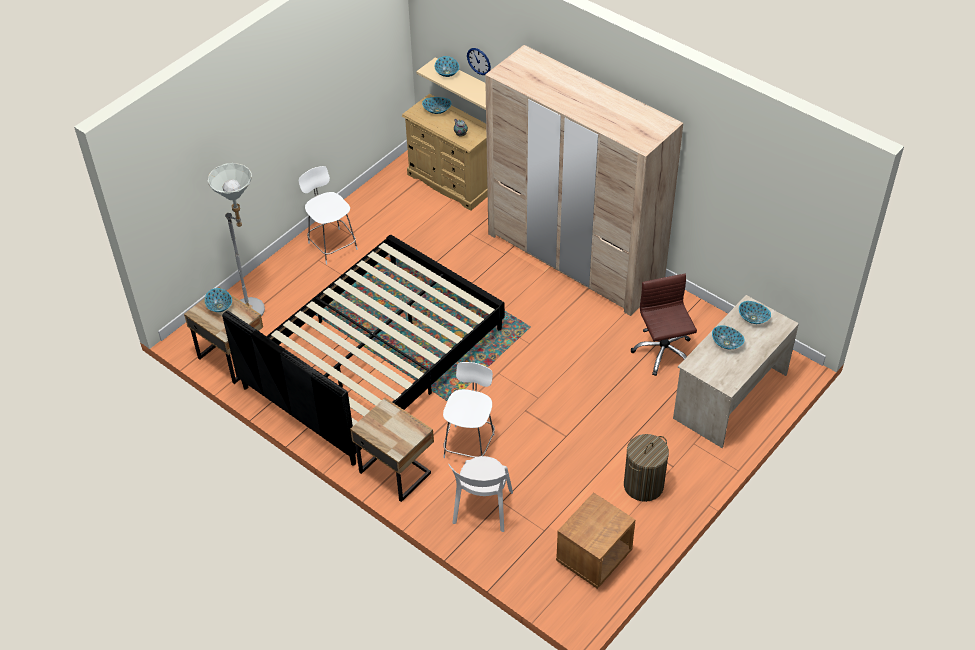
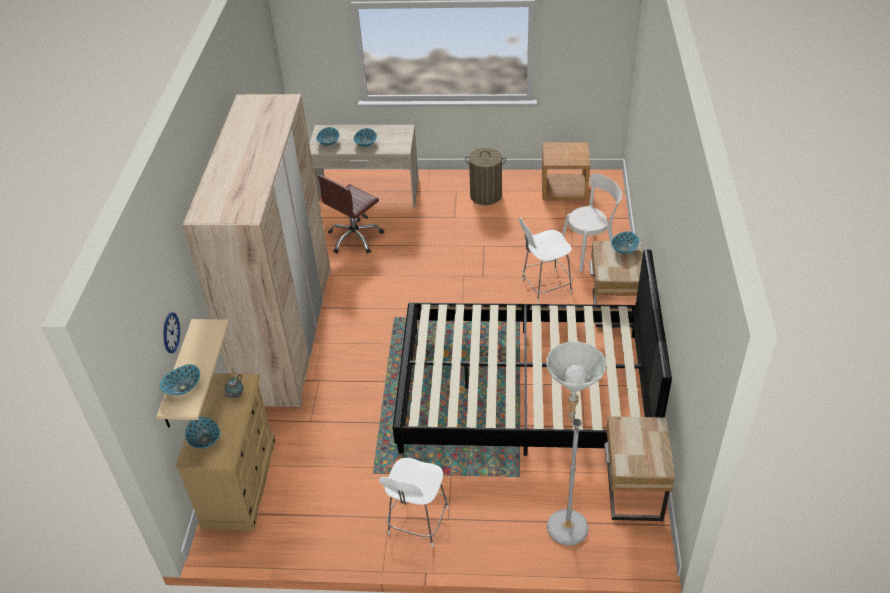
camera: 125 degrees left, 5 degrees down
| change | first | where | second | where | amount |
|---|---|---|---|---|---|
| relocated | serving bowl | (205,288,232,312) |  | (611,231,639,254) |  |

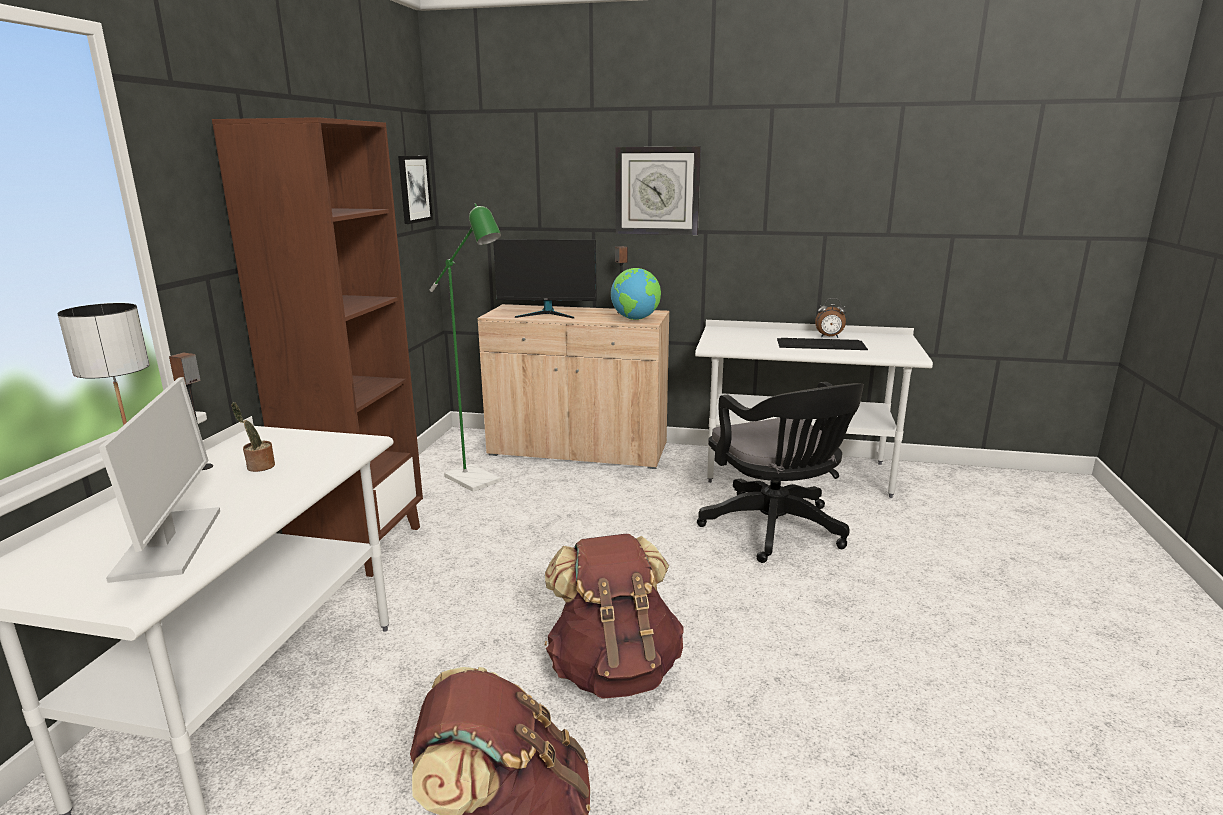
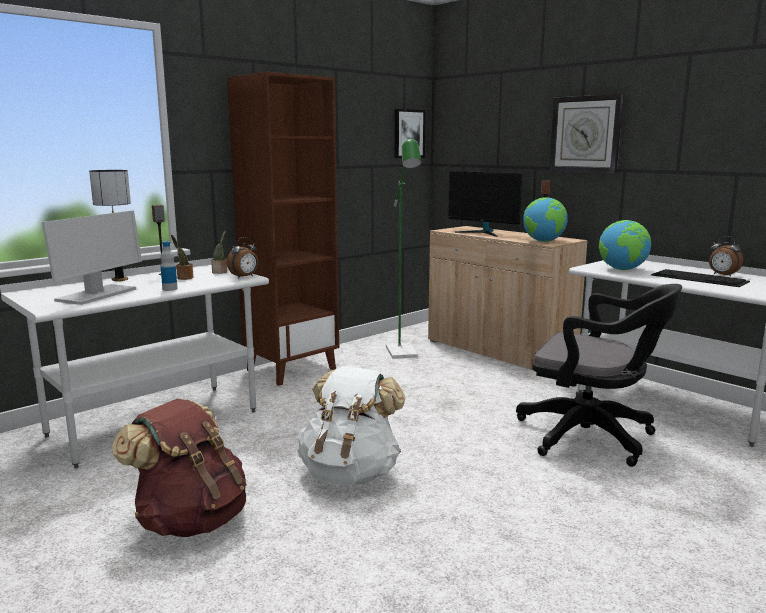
camera: 35 degrees right, 5 degrees down
| change | first | where | second | where | amount |
|---|---|---|---|---|---|
| appeared |  |  | bottle | (160,241,178,291) |  |
| appeared |  |  | plant in a pot | (211,231,227,274) |  |
| appeared |  |  | table clock | (227,237,258,278) |  |
| appeared |  |  | globe | (599,220,651,270) |  |
| colour | backpack in brown | (545,534,683,699) | backpack in white-coloured | (297,366,405,485) |  |
| spun | office chair in blackish | (697,382,864,563) |  | (516,284,682,467) | 75 degrees counterclockwise |

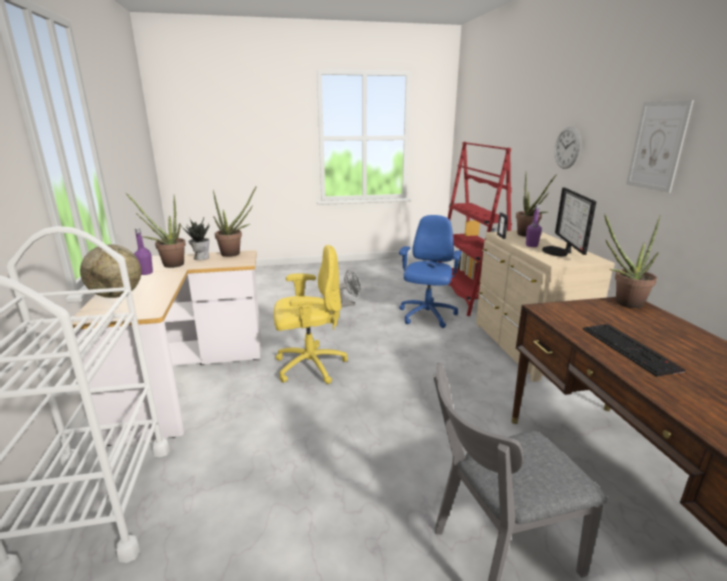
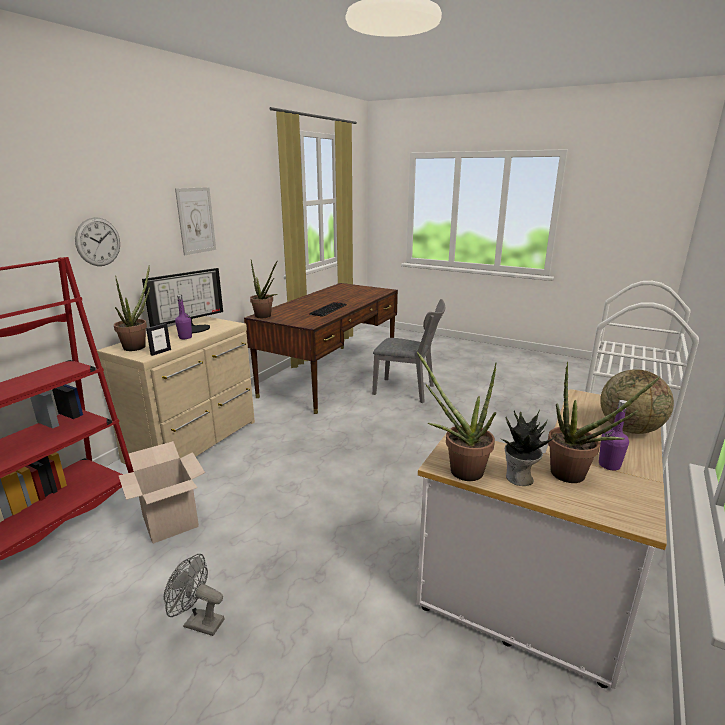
camera: 140 degrees left, 0 degrees up
| change | first | where | second | where | amount |
|---|---|---|---|---|---|
| missing | office chair in yellow | (274,245,348,384) |  |  |  |
| exchanged | office chair in bluish | (399,215,462,328) | packing box | (119,441,205,544) |  |

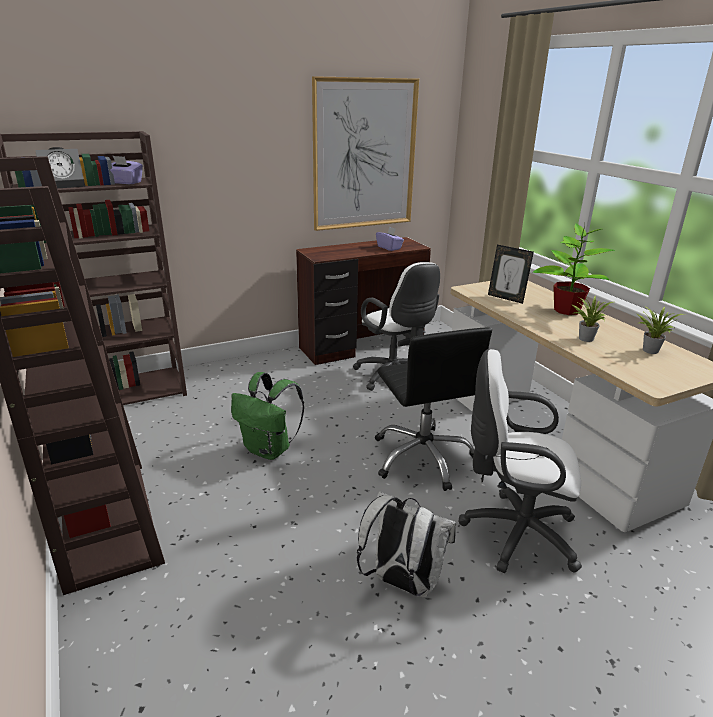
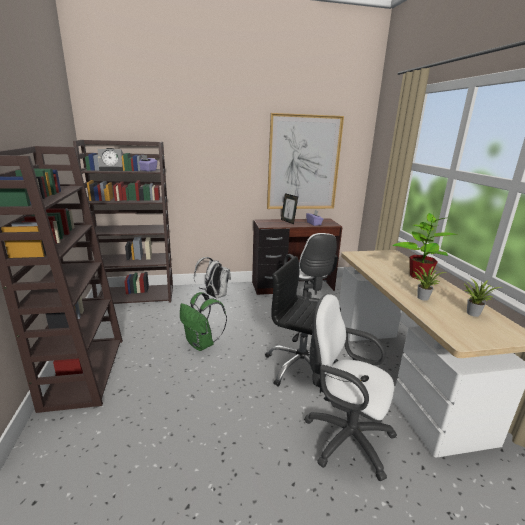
camera: 15 degrees right, 5 degrees down
| change | first | where | second | where | amount |
|---|---|---|---|---|---|
| relocated | backpack in white-coloured | (357,491,456,598) |  | (194,257,231,298) |  |
| relocated | standing frame | (488,245,534,304) |  | (281,193,298,224) |  |
| spun | office chair in blackish | (375,327,492,491) |  | (265,256,341,392) | 120 degrees clockwise |

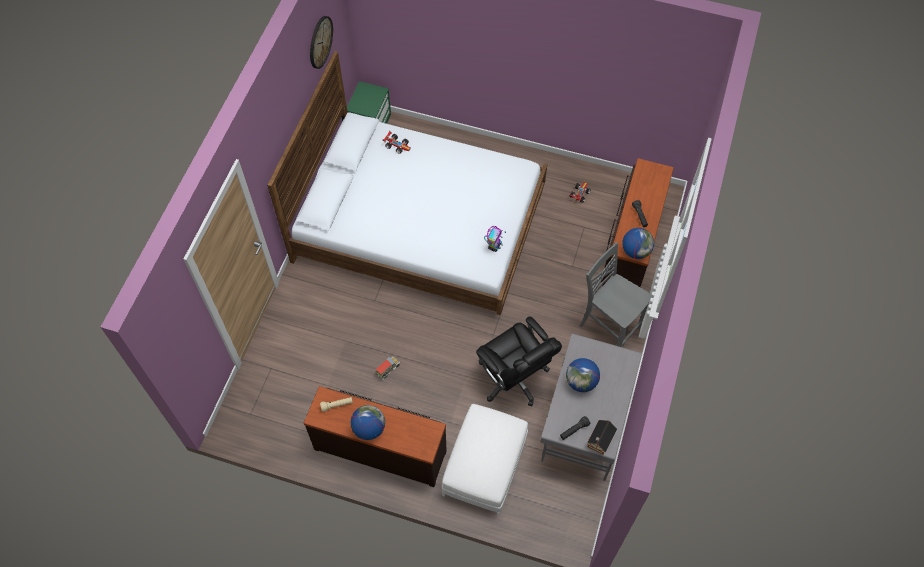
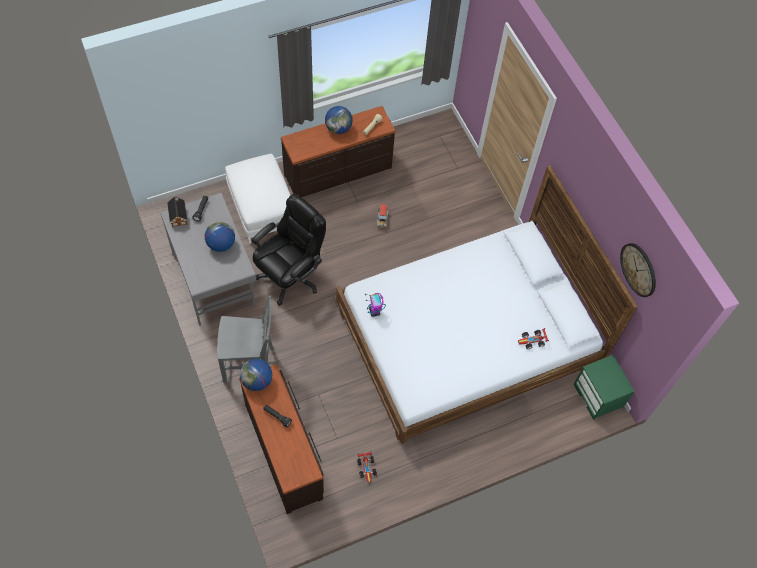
camera: 135 degrees right, 0 degrees up
| change | first | where | second | where | amount |
|---|---|---|---|---|---|
| spun | office chair in blackish | (476,317,562,406) |  | (252,193,326,306) | 120 degrees clockwise |

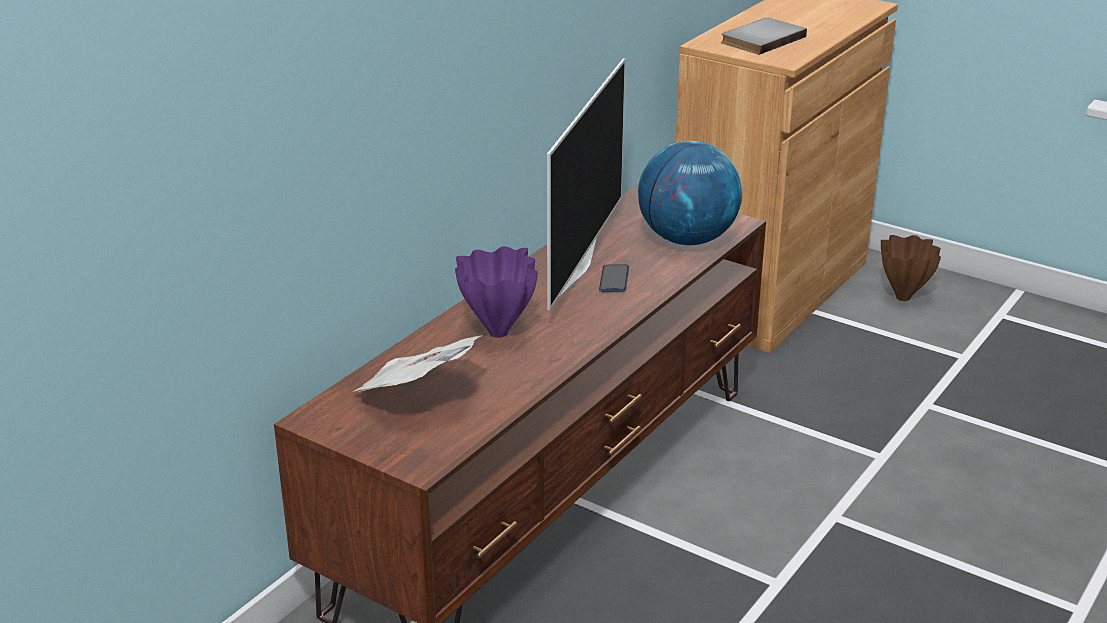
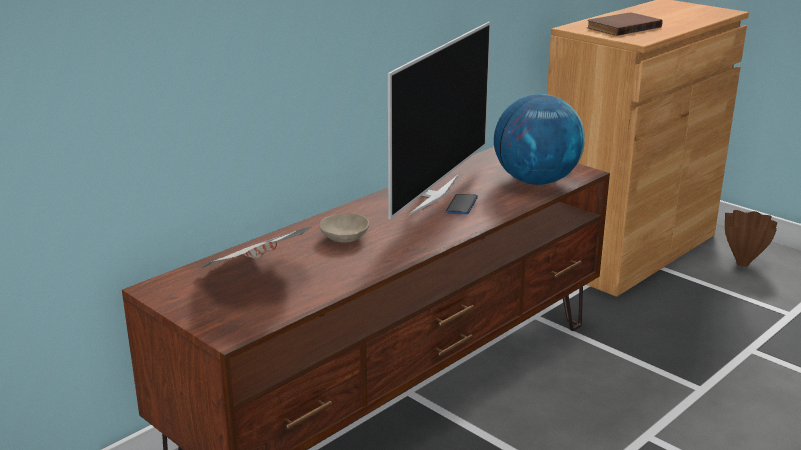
camera: 10 degrees right, 5 degrees down
| change | first | where | second | where | amount |
|---|---|---|---|---|---|
| exchanged | decorative vase in purplish | (455,246,538,338) | serving bowl in sand-coloured | (319,213,369,243) |  |
| colour | book in grey | (721,18,807,55) | book in brown | (587,13,662,36) |  |

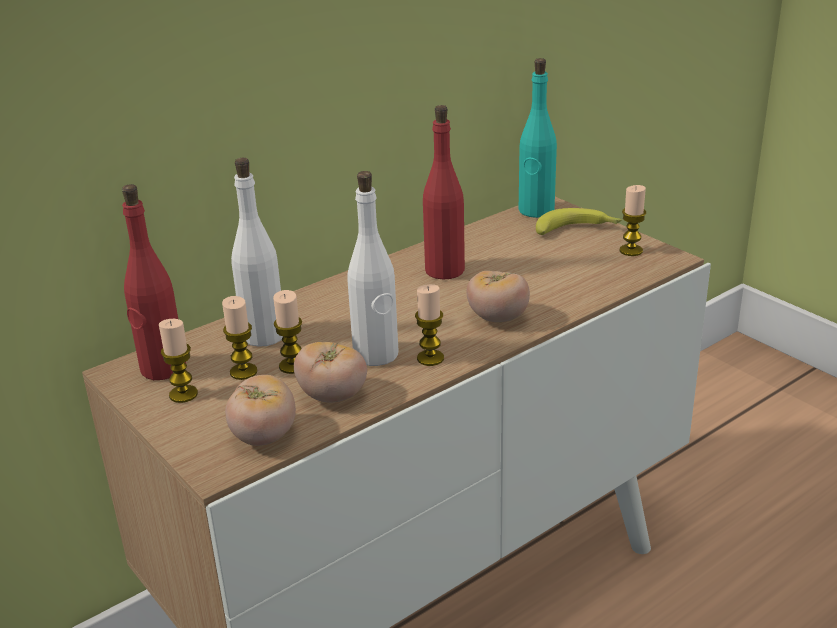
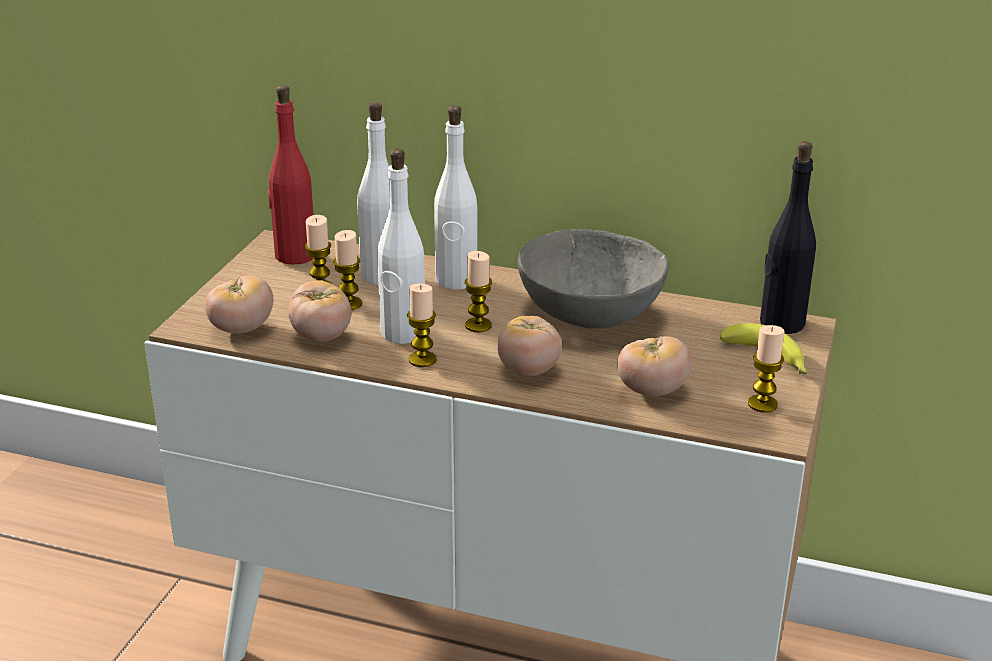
camera: 55 degrees right, 0 degrees up
| change | first | where | second | where | amount |
|---|---|---|---|---|---|
| appeared |  |  | bottle in white-coloured | (434,106,477,290) |  |
| appeared |  |  | tomato | (617,336,692,396) |  |
| relocated | wax light | (159,319,198,403) |  | (465,251,492,332) |  |
| exchanged | bottle in red-coloured | (423,105,465,280) | serving bowl in grey | (518,229,669,329) |  |
| colour | bottle in blue-green | (519,58,557,218) | bottle in blackish | (760,142,816,334) |  |

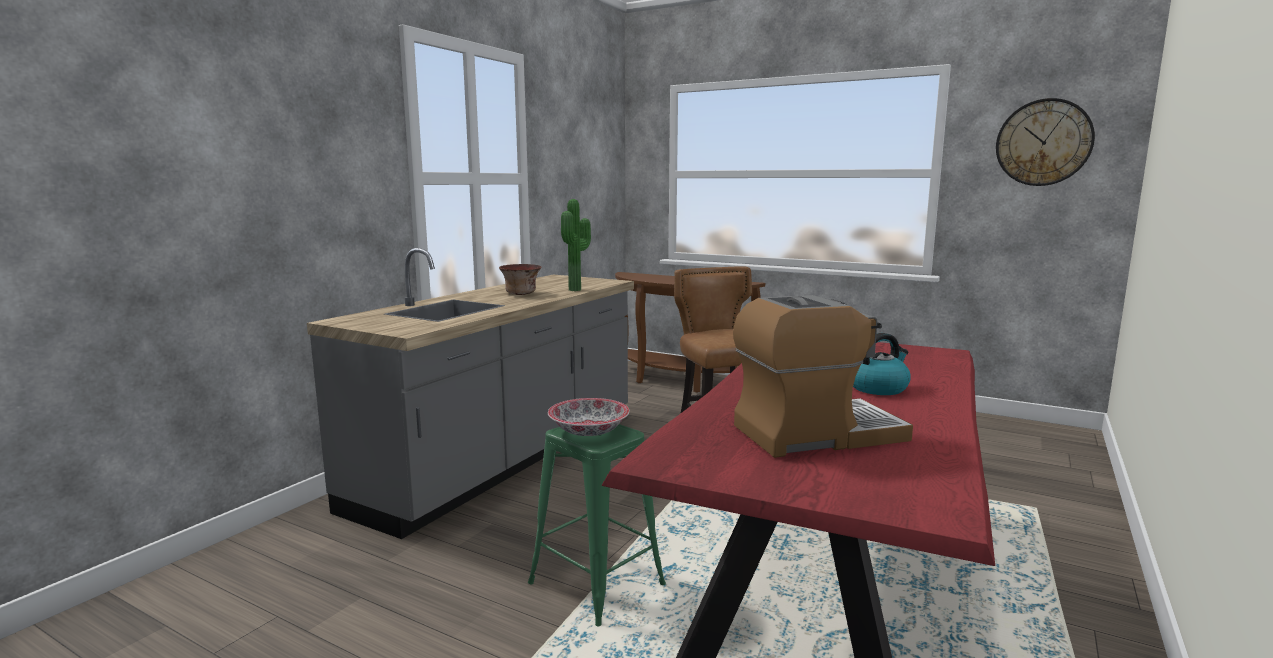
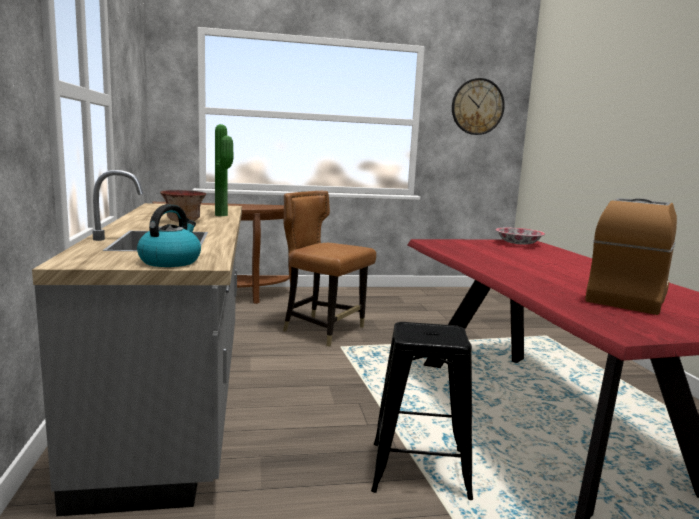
camera: 40 degrees left, 0 degrees up
| change | first | where | second | where | amount |
|---|---|---|---|---|---|
| relocated | serving bowl | (548,398,630,436) |  | (496,228,545,245) |  |
| relocated | water kettle | (853,333,911,395) |  | (137,204,201,267) |  |
| colour | sitting stool in green | (528,424,666,627) | sitting stool in blackish | (371,322,473,500) |  |

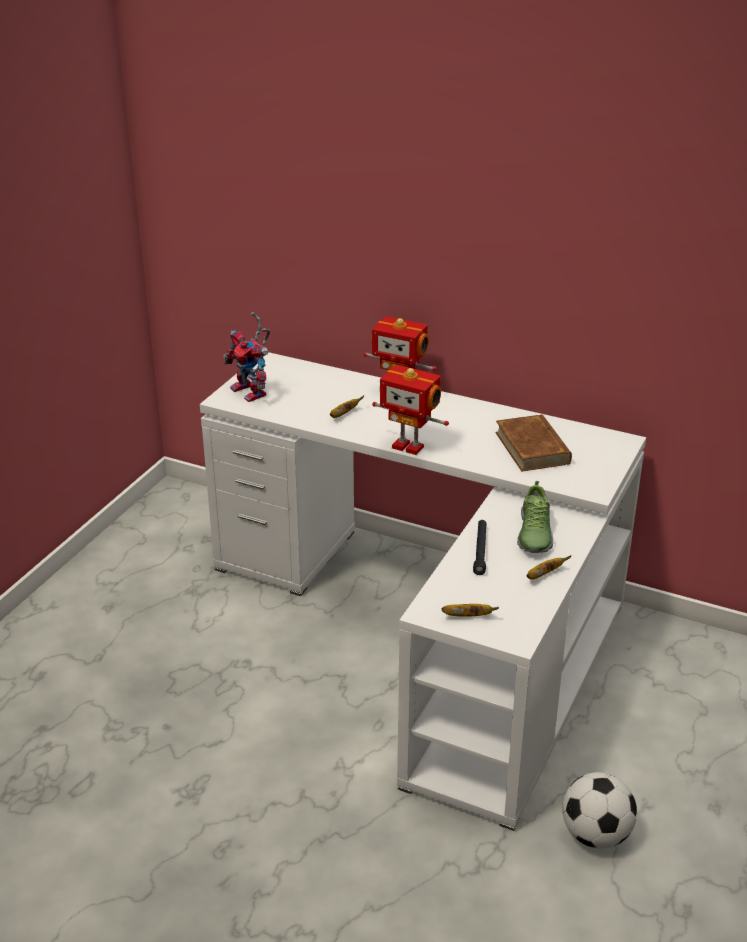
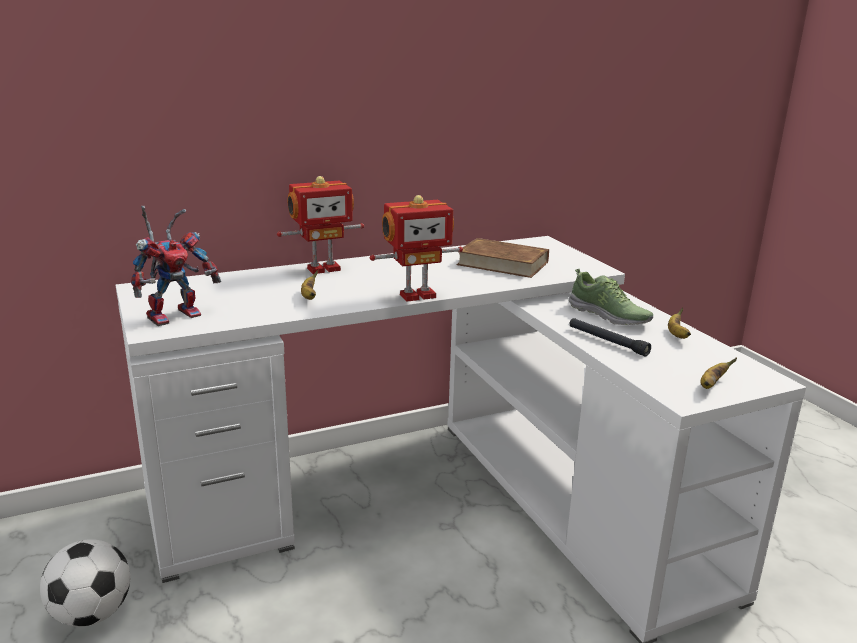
camera: 50 degrees left, 10 degrees down
| change | first | where | second | where | amount |
|---|---|---|---|---|---|
| relocated | football ball | (562,772,637,848) |  | (40,539,130,627) |  |
| spun | model robot | (223,312,270,402) |  | (131,206,221,326) | 45 degrees counterclockwise |

